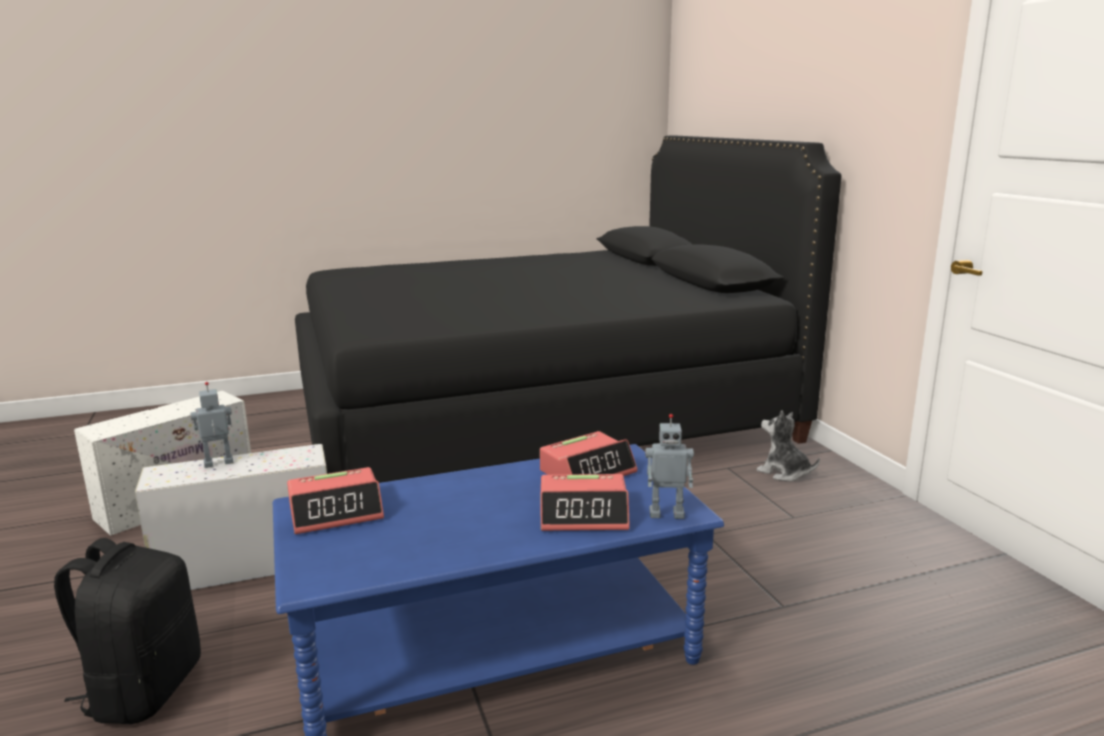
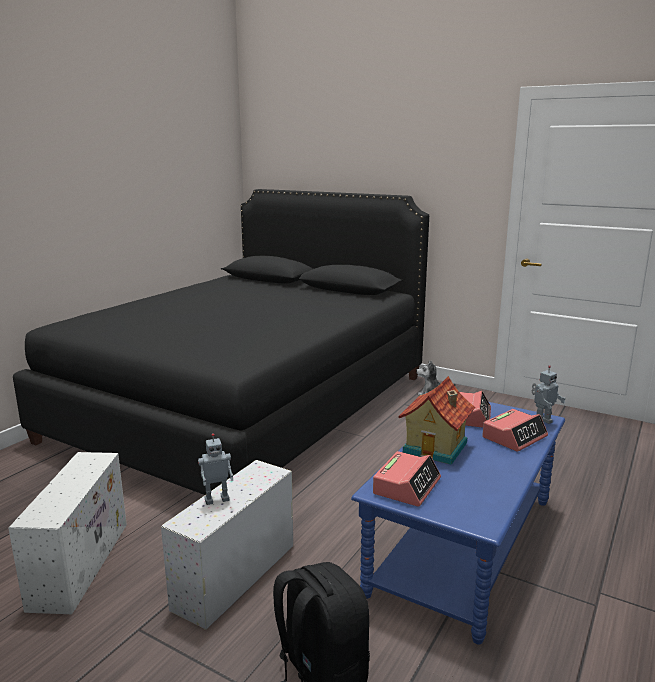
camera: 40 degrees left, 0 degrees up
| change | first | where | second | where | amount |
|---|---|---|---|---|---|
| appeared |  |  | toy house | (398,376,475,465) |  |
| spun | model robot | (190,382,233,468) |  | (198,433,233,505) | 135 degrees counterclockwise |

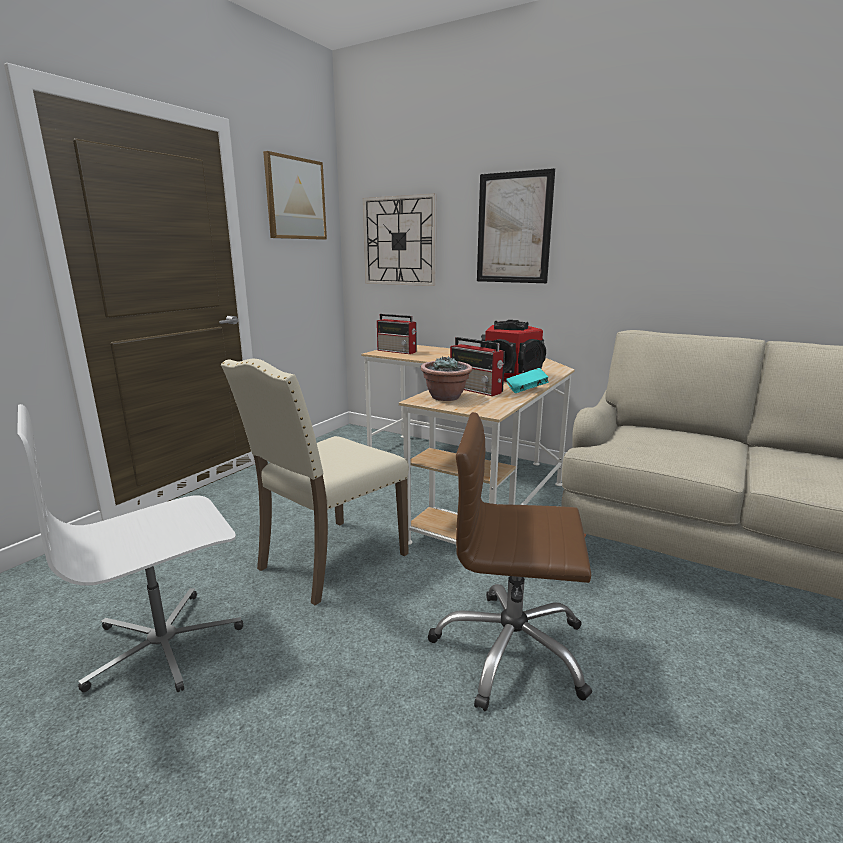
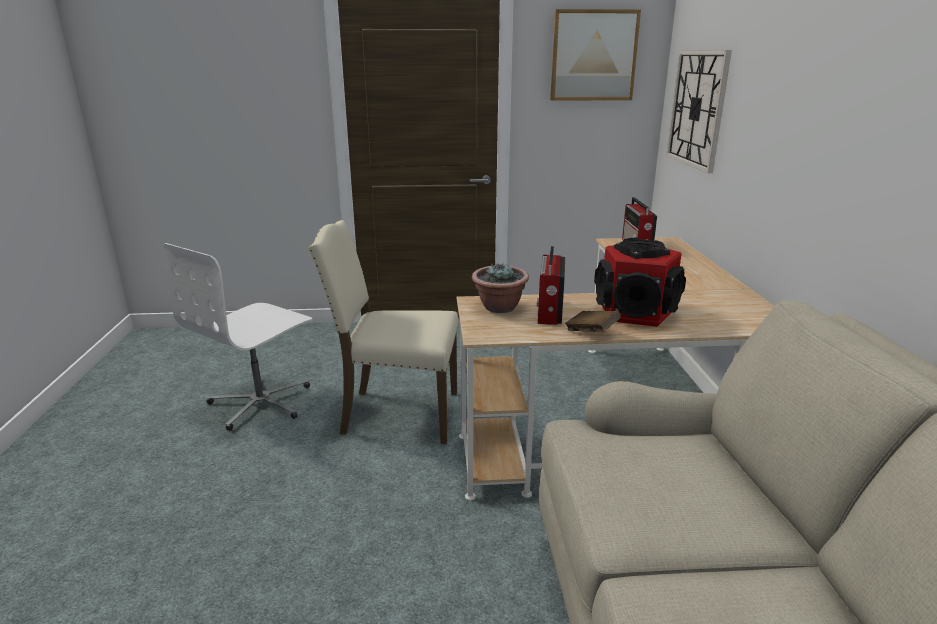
camera: 55 degrees right, 5 degrees up
| change | first | where | second | where | amount |
|---|---|---|---|---|---|
| missing | office chair in brown | (428,412,592,711) |  |  |  |
| missing | wall art | (477,168,555,283) |  |  |  |
| colour | book in blue-green | (506,368,549,393) | book in brown | (565,311,621,332) |  |
| spun | office chair in white-coloured | (17,404,243,692) |  | (164,243,312,431) | 75 degrees counterclockwise |

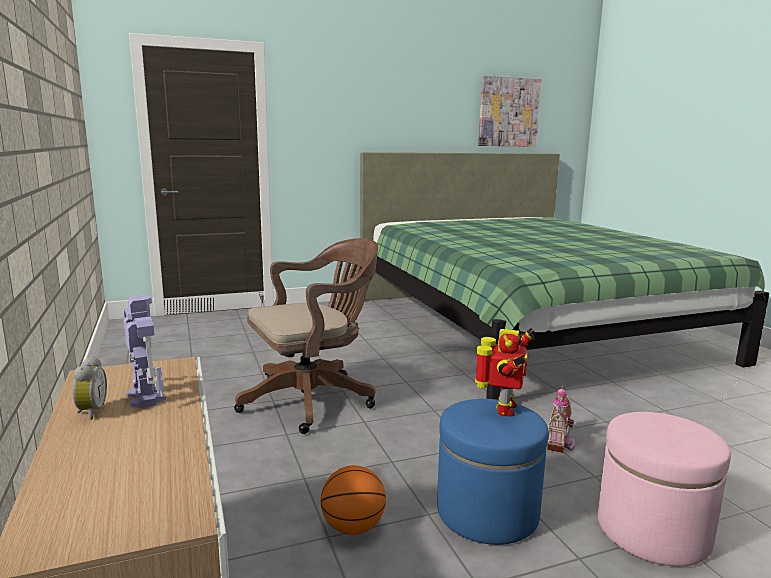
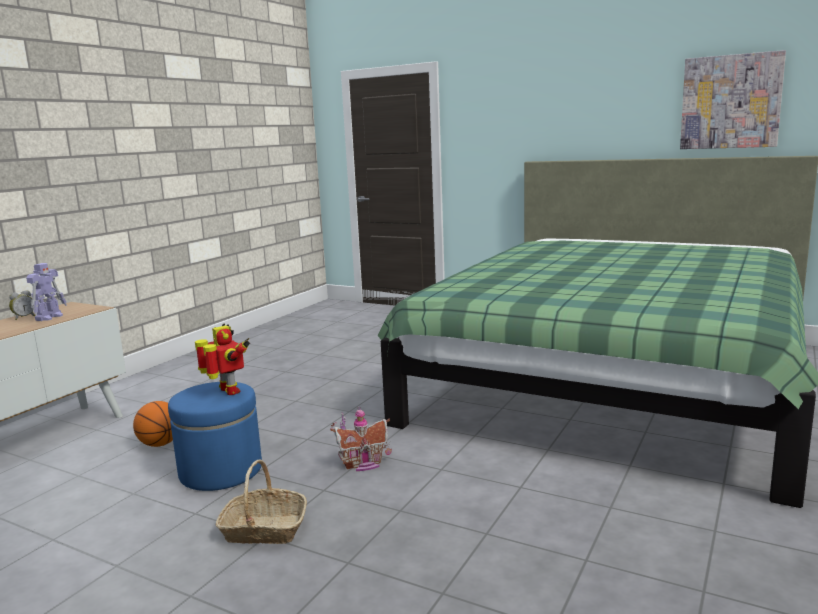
camera: 50 degrees right, 0 degrees up
| change | first | where | second | where | amount |
|---|---|---|---|---|---|
| missing | office chair in brown | (234,238,378,434) |  |  |  |
| exchanged | pouffe in pinkish | (598,412,731,566) | basket | (216,460,307,544) |  |
| spun | model robot | (475,328,535,417) |  | (195,323,250,395) | 105 degrees counterclockwise |

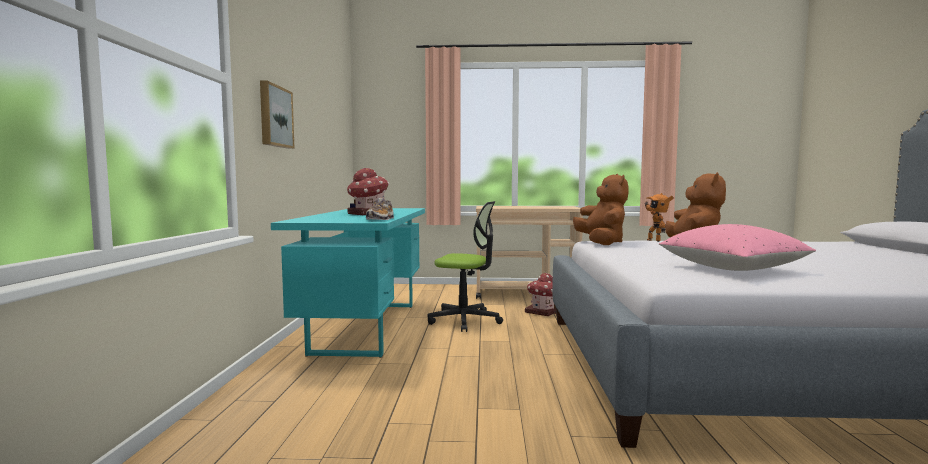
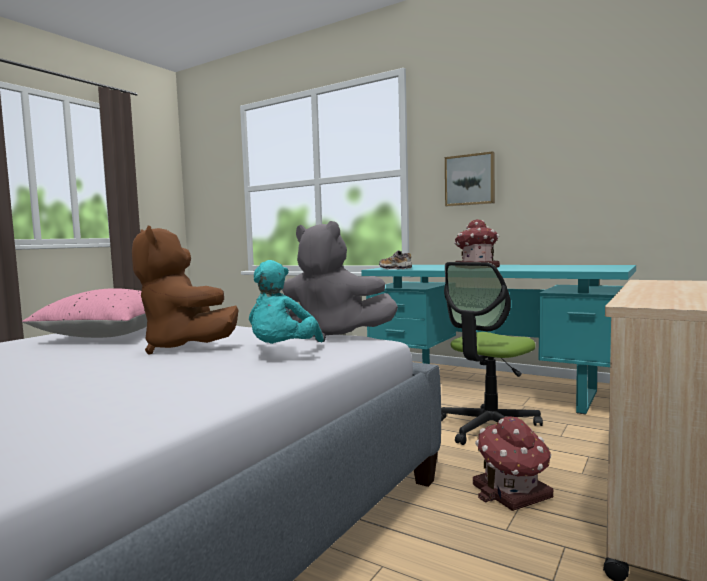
camera: 120 degrees right, 0 degrees up
| change | first | where | second | where | amount |
|---|---|---|---|---|---|
| exchanged | model robot | (644,193,674,242) | cuddly toy in blue-green | (249,260,324,344) |  |
| colour | cuddly toy in brown | (573,174,629,245) | cuddly toy in grey | (282,221,398,342) |  |

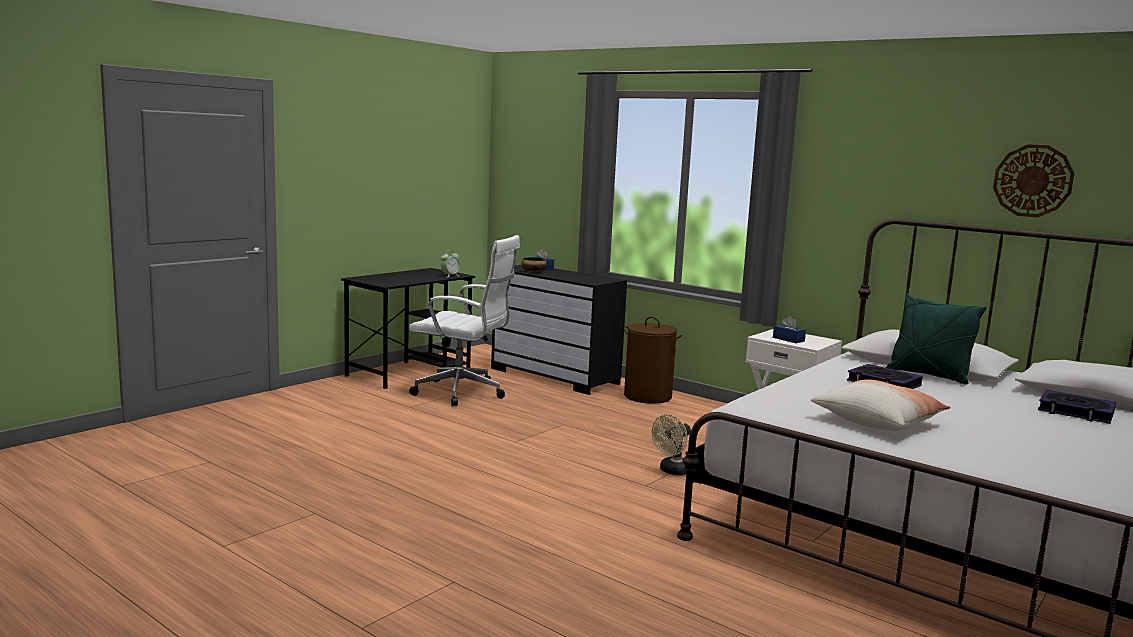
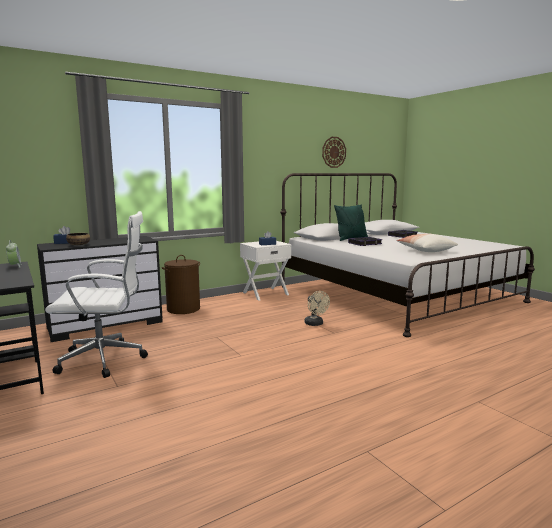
camera: 70 degrees left, 0 degrees up
| change | first | where | second | where | amount |
|---|---|---|---|---|---|
| spun | office chair in white-coloured | (409,235,520,407) |  | (45,211,148,378) | 45 degrees clockwise |

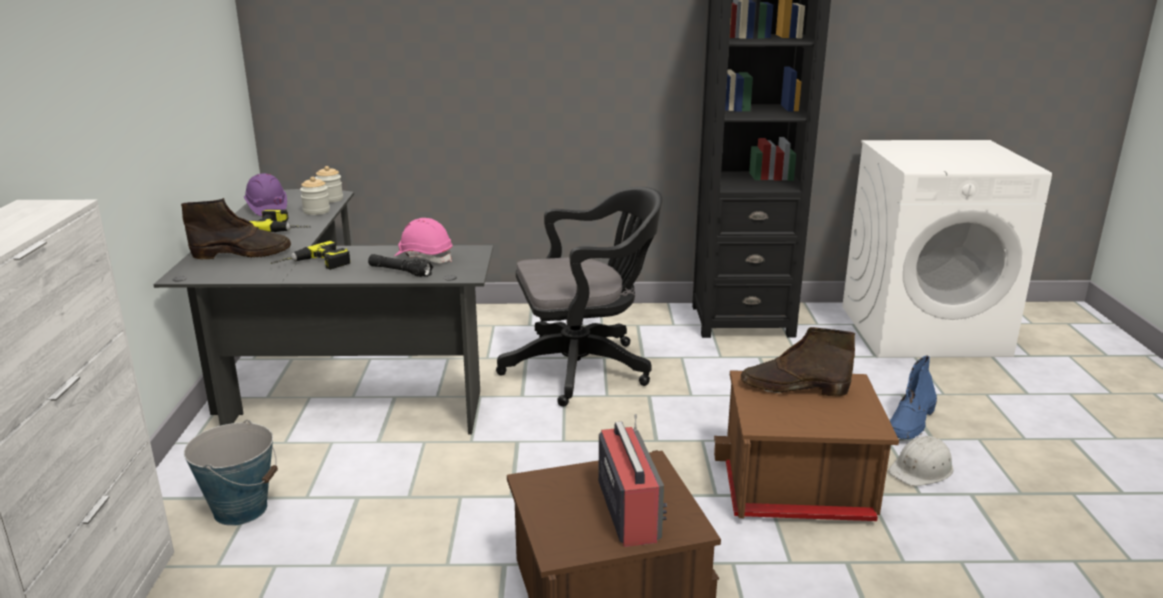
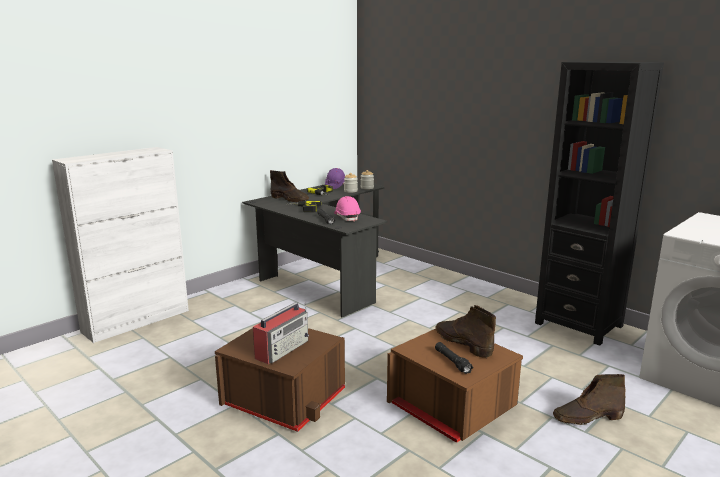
camera: 45 degrees right, 5 degrees down
| change | first | where | second | where | amount |
|---|---|---|---|---|---|
| missing | water bucket | (184,420,278,526) |  |  |  |
| missing | office chair in blackish | (496,187,662,407) |  |  |  |
| missing | safety helmet in white-coloured | (889,436,953,486) |  |  |  |
| appeared |  |  | torch in blackish | (435,342,473,374) |  |
| colour | boot in bluish | (890,355,937,439) | boot in brown | (553,374,626,425) |  |

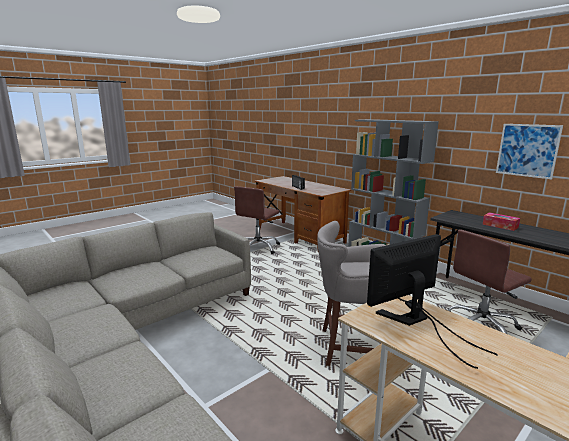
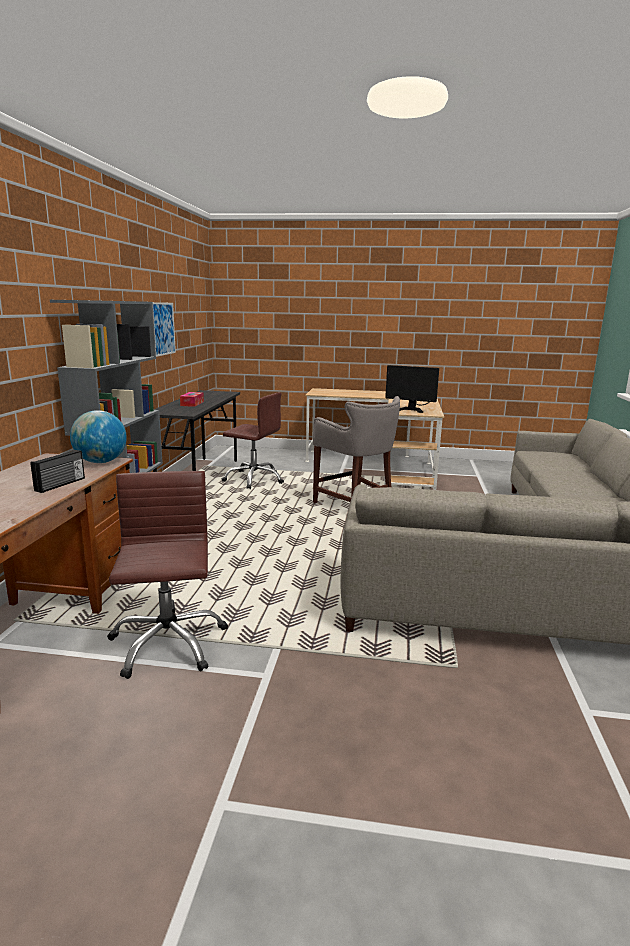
camera: 130 degrees left, 0 degrees up
| change | first | where | second | where | amount |
|---|---|---|---|---|---|
| appeared |  |  | globe | (70,410,127,463) |  |
| spun | office chair in brown | (234,186,280,254) |  | (107,471,228,679) | 90 degrees counterclockwise |

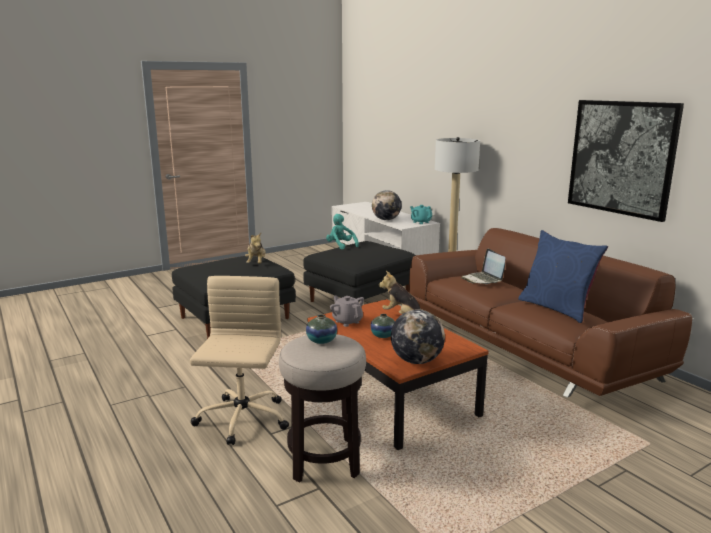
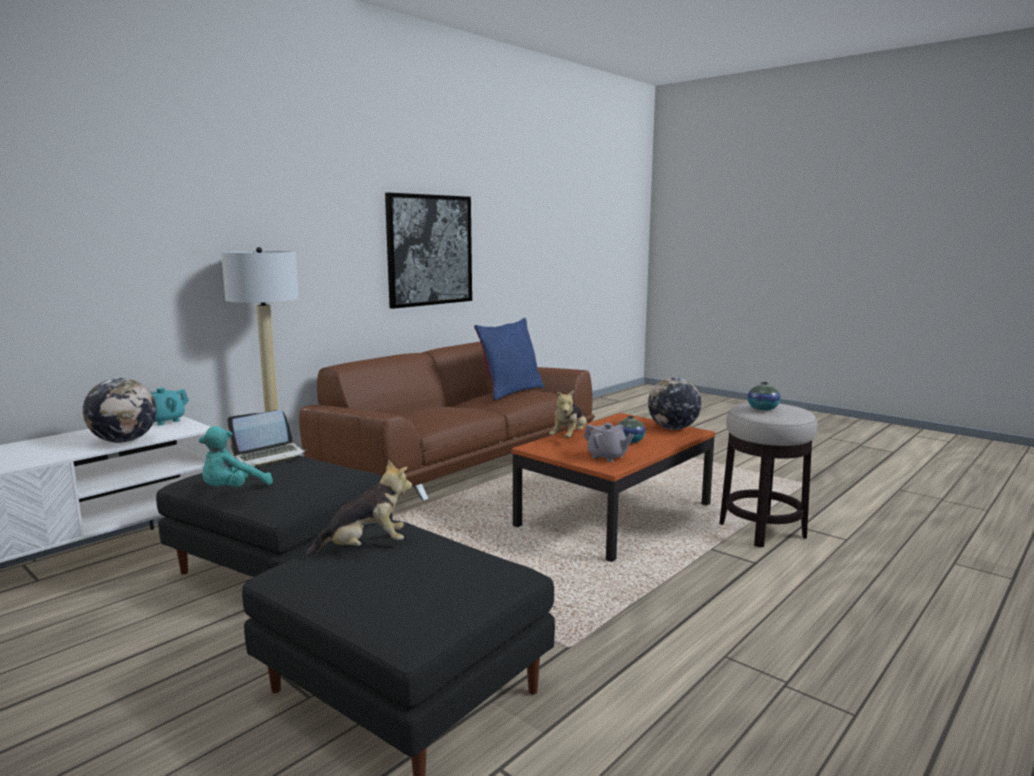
camera: 105 degrees left, 5 degrees down
| change | first | where | second | where | amount |
|---|---|---|---|---|---|
| missing | office chair in sand-coloured | (190,276,289,445) |  |  |  |
| relocated | laptop | (461,249,506,284) |  | (227,410,308,467) |  |
| spun | tea pot in grey | (330,295,364,327) |  | (584,423,634,462) | 90 degrees counterclockwise |

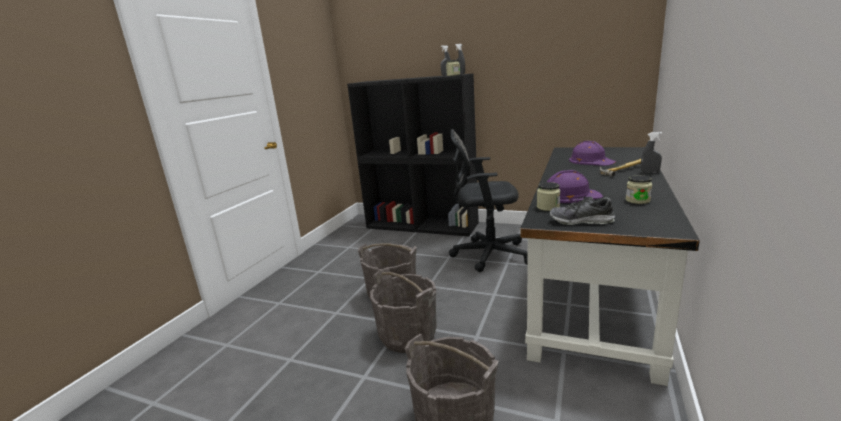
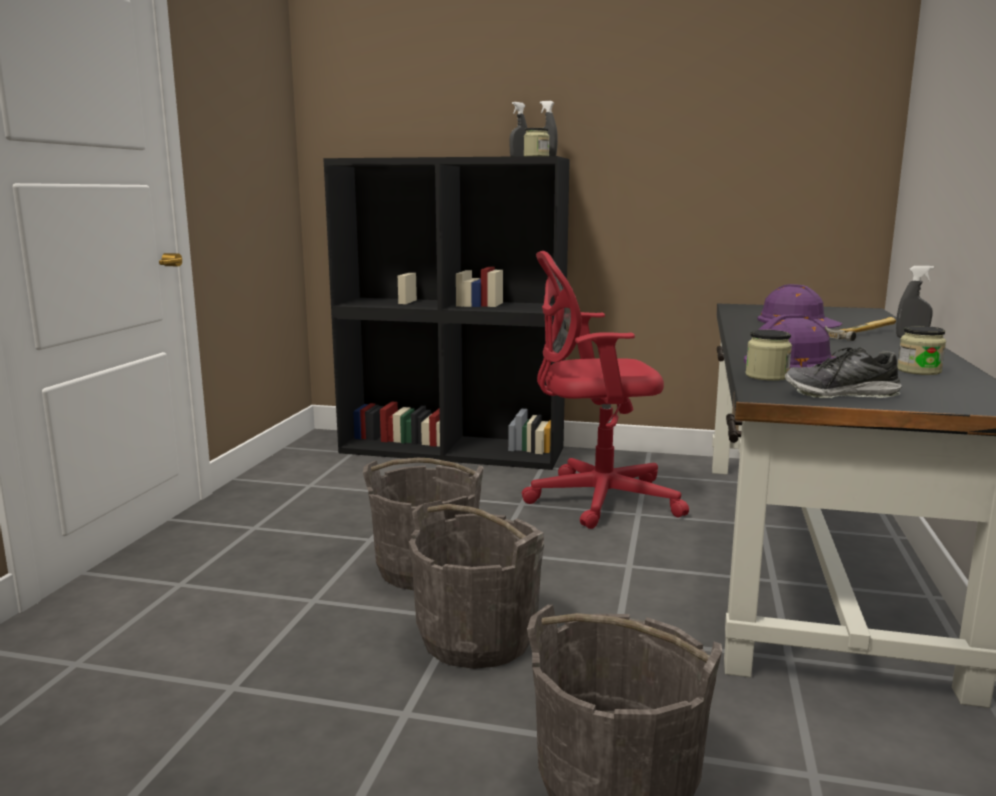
camera: 10 degrees left, 5 degrees down
| change | first | where | second | where | amount |
|---|---|---|---|---|---|
| colour | office chair in blackish | (449,129,528,272) | office chair in red-coloured | (522,251,689,529) |  |

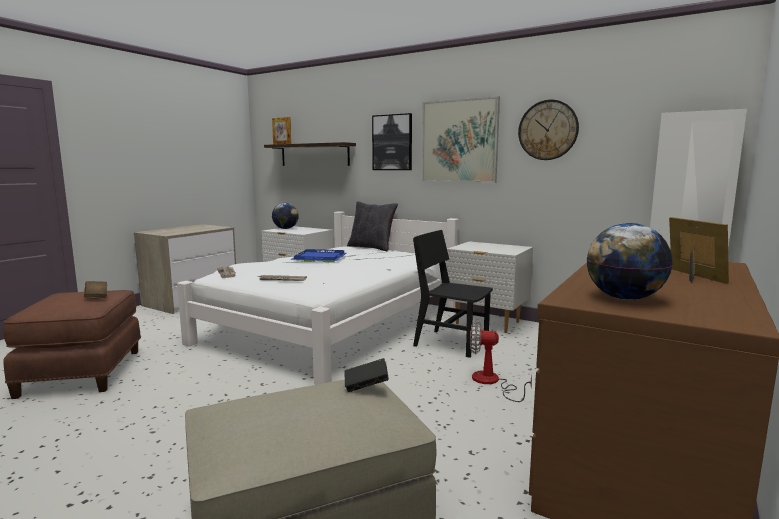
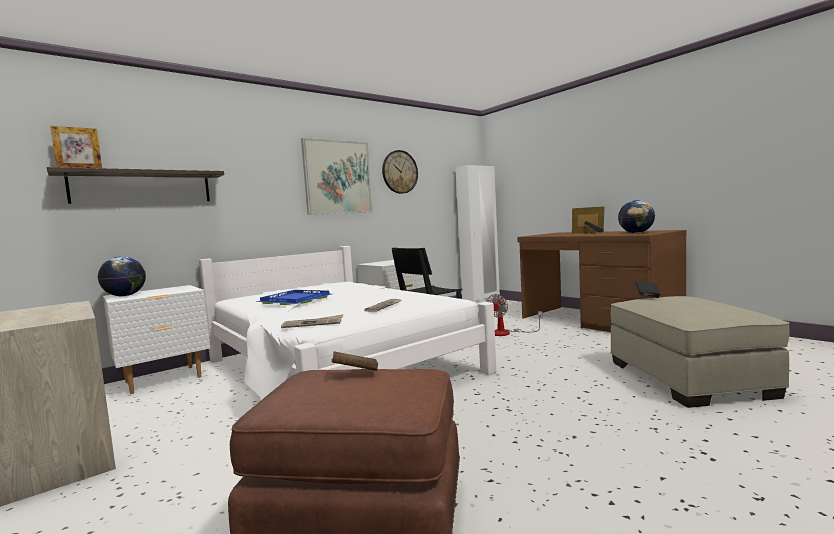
camera: 70 degrees left, 5 degrees down
| change | first | where | second | where | amount |
|---|---|---|---|---|---|
| missing | throw pillow in blackish | (347,201,398,251) |  |  |  |
| missing | wall art | (372,113,412,170) |  |  |  |

